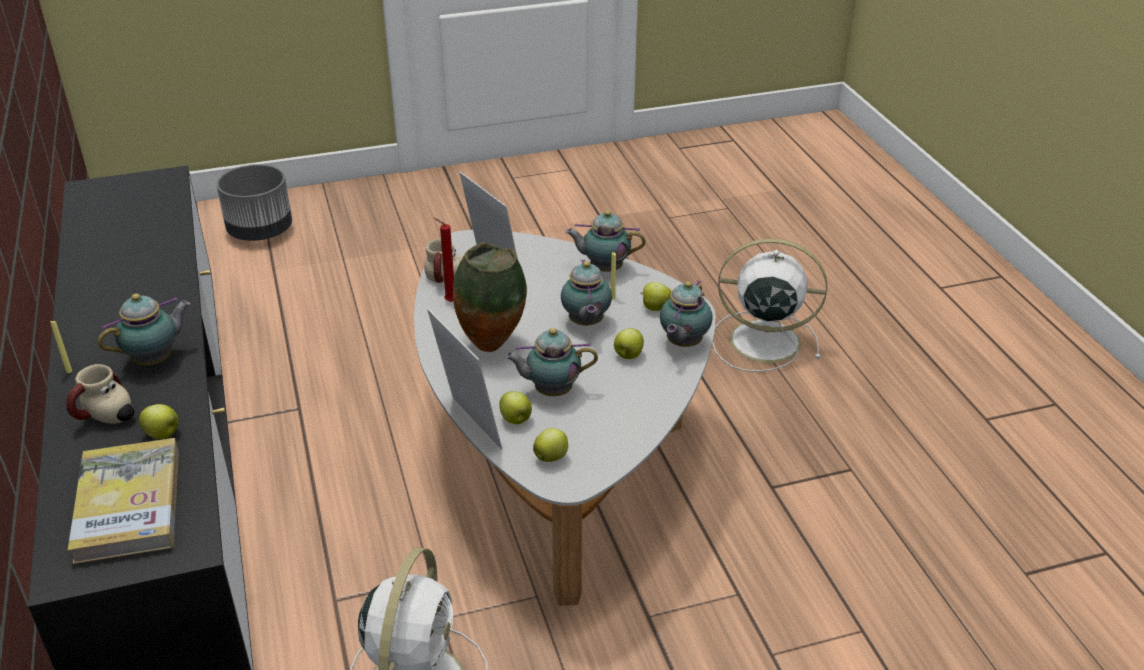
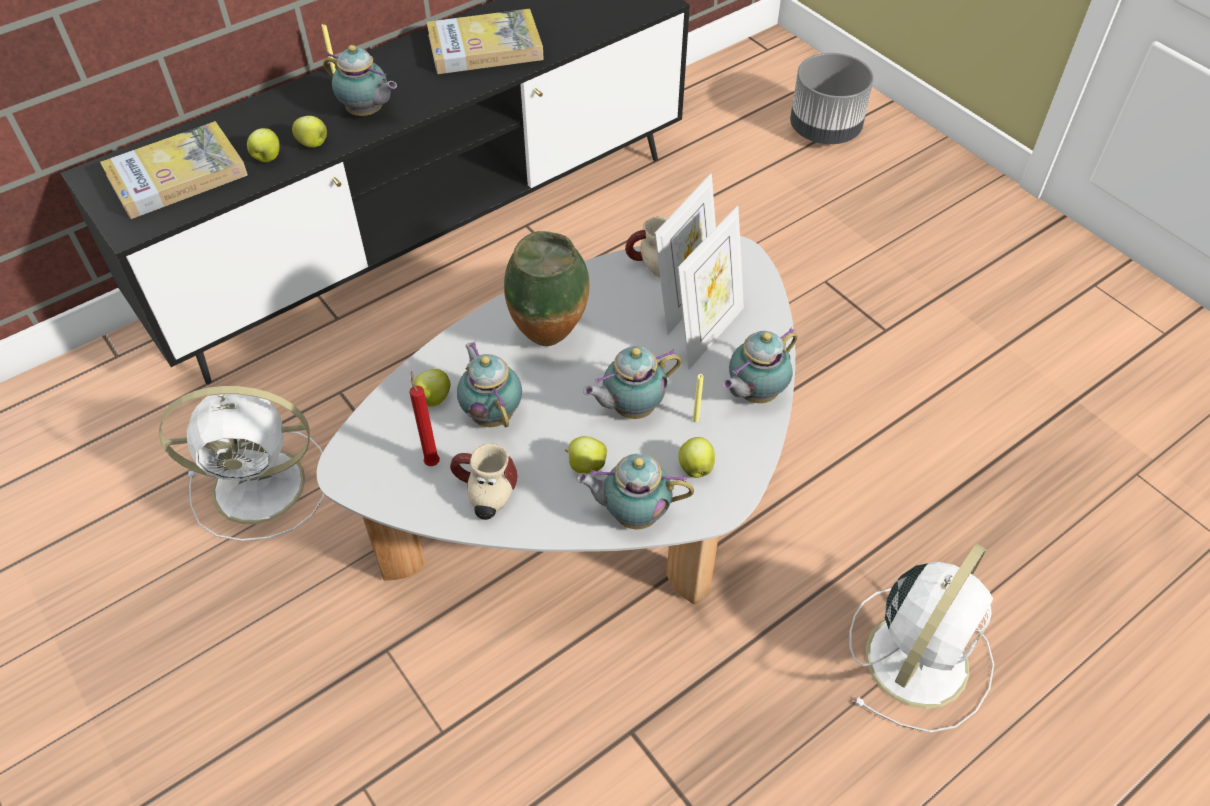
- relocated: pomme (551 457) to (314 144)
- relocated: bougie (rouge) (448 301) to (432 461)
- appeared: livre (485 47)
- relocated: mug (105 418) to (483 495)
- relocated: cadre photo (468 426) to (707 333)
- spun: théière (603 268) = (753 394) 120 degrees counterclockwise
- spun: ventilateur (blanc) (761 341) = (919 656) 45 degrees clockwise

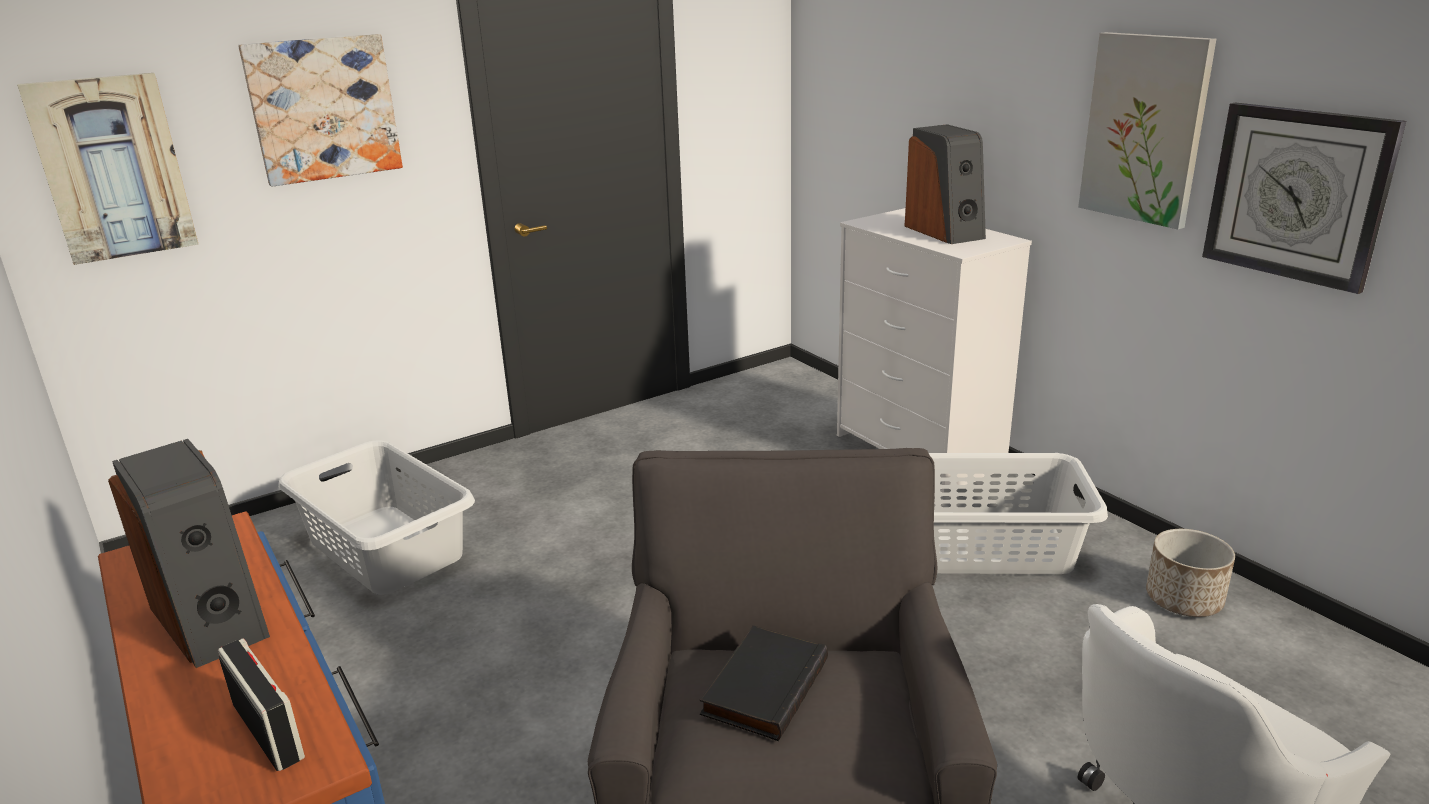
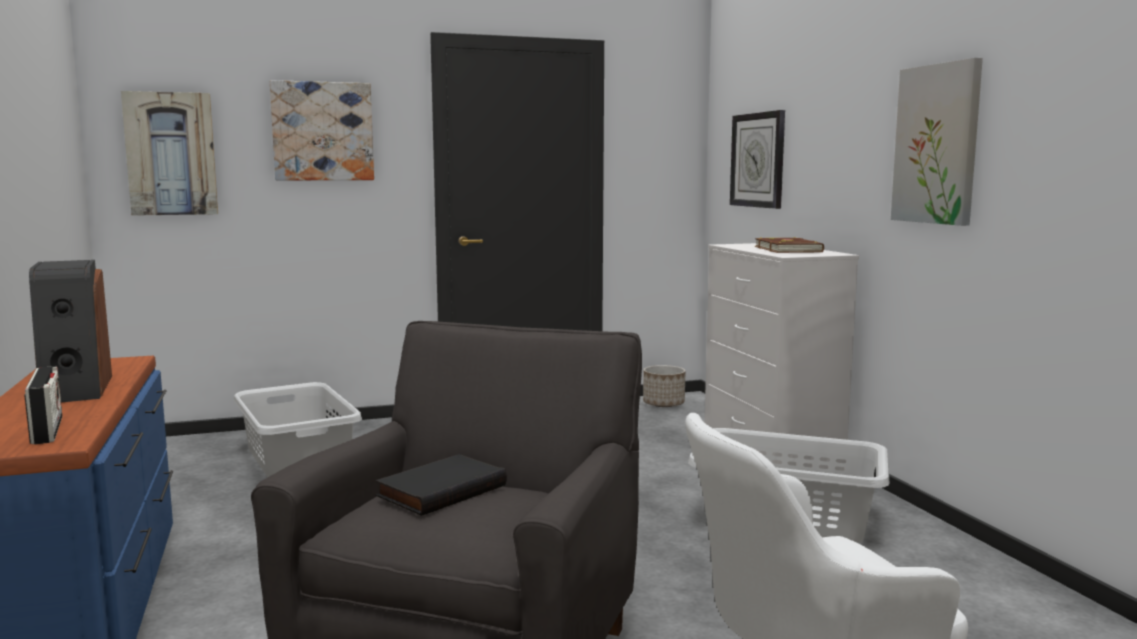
- relocated: cache-pot (1184 599) to (664 404)
- relocated: horloge murale (1297 194) to (758 160)
- exchanged: enceinte (945 232) to livre (marron) (789 249)

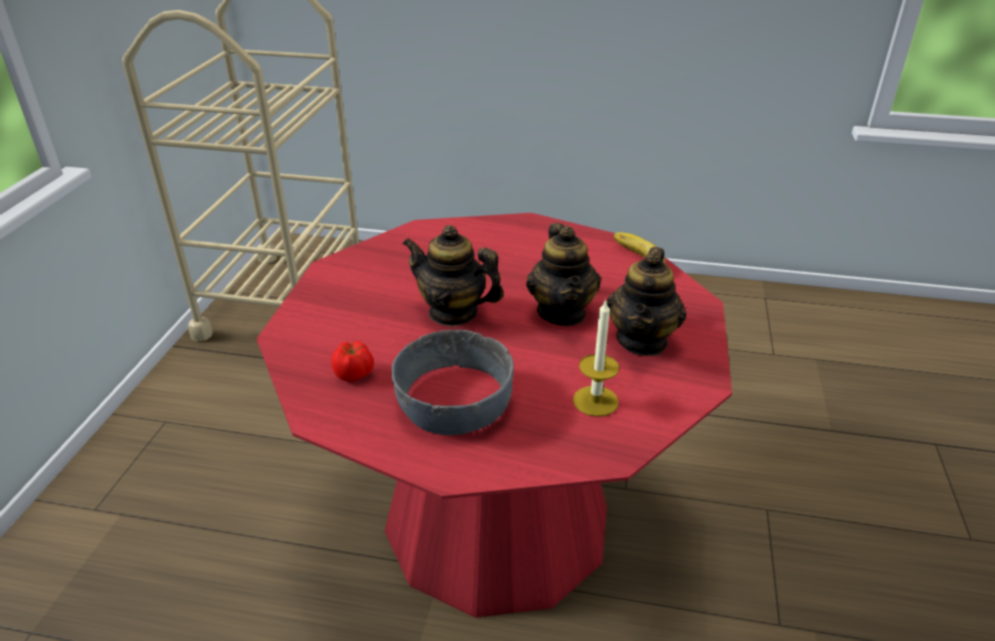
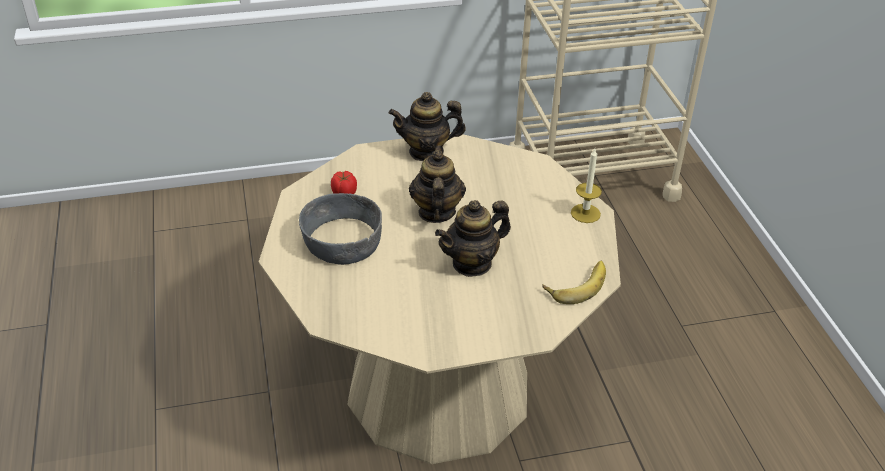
- colour: table à manger (rouge) (497 519) to table à manger (beige) (438 388)
- relocated: théière (642 340) to (426 152)
- relocated: bougie (595 401) to (585 213)

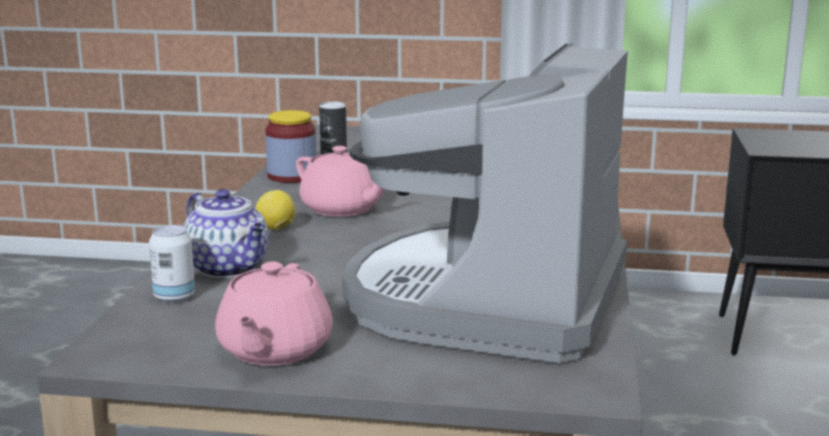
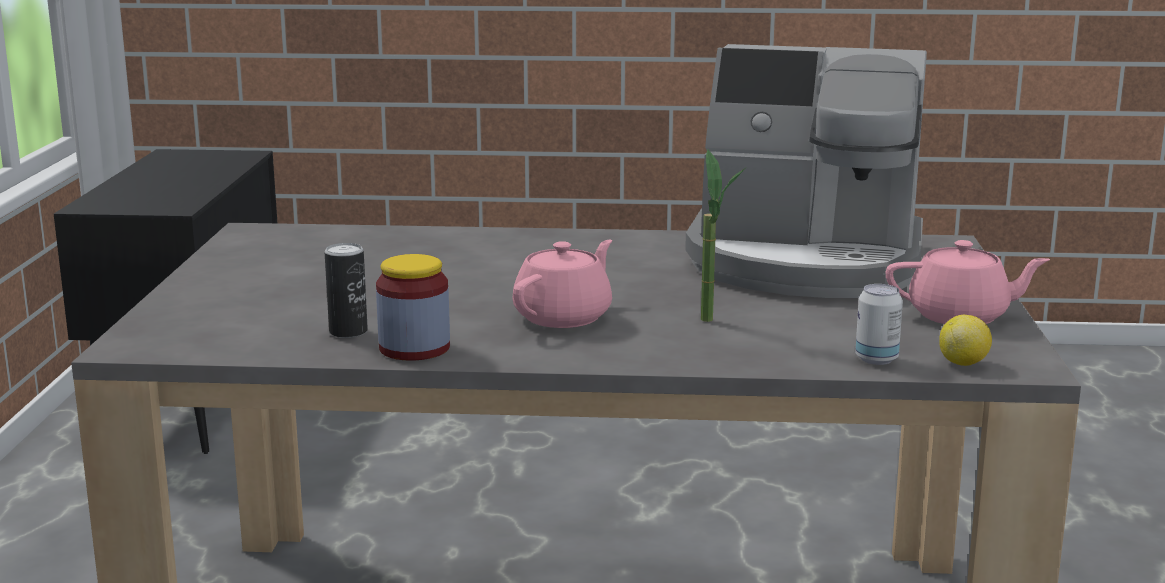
- appeared: plante en pot (715 323)
- relocated: citron (276 229) to (963 363)
- missing: théière (229 268)

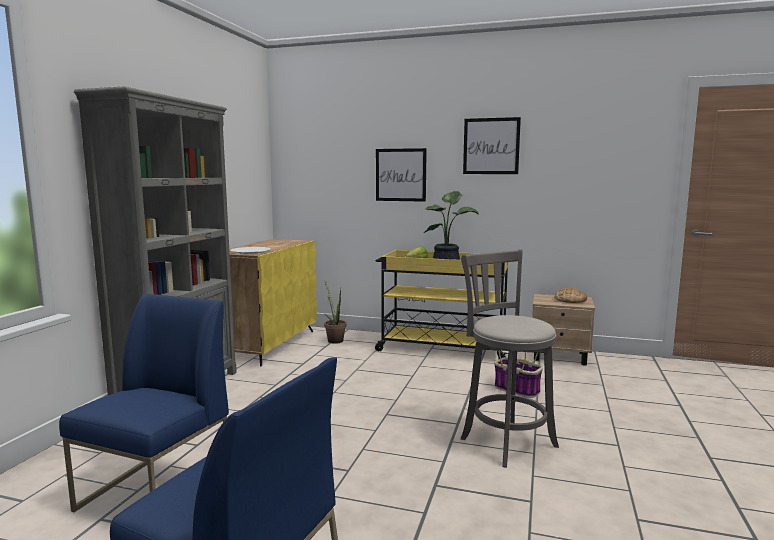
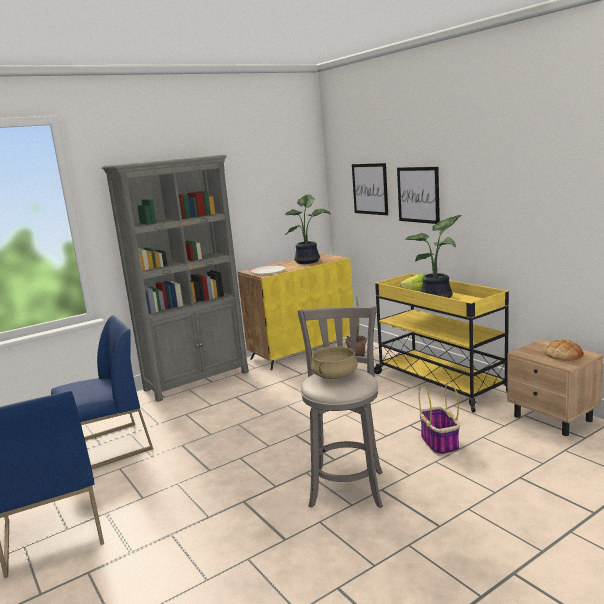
- appeared: plante en pot (309 261)
- appeared: marmite (beige) (334 376)
- relocated: tableau (491 146) to (370 189)

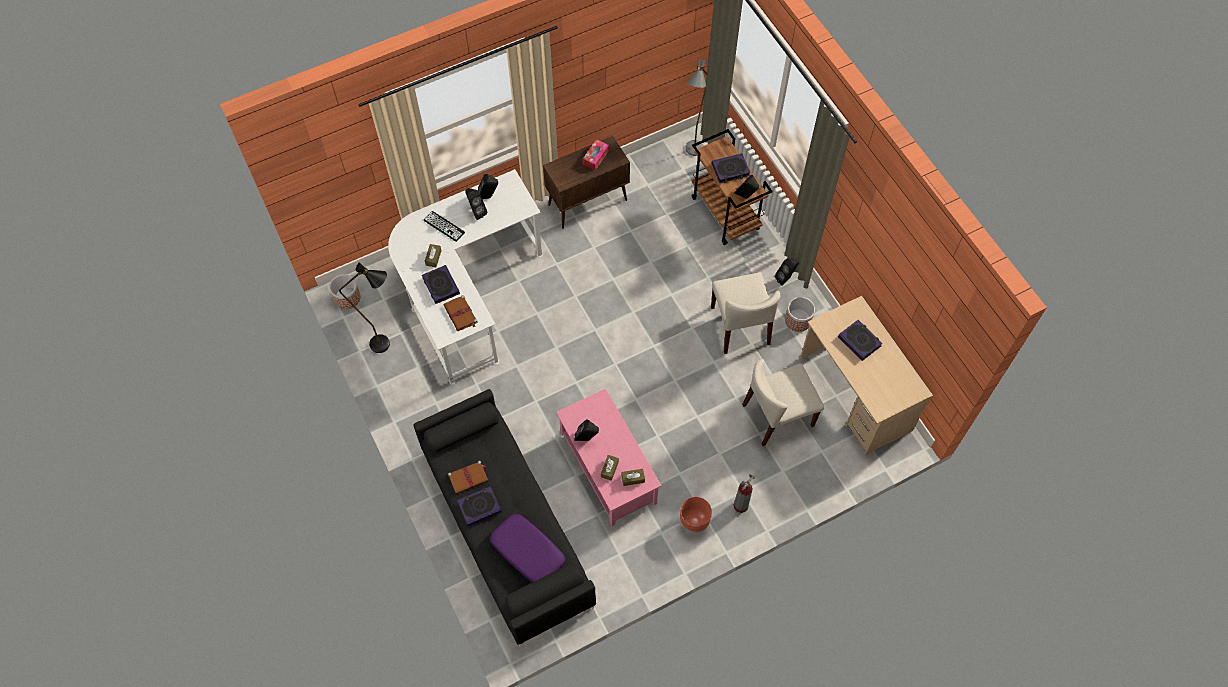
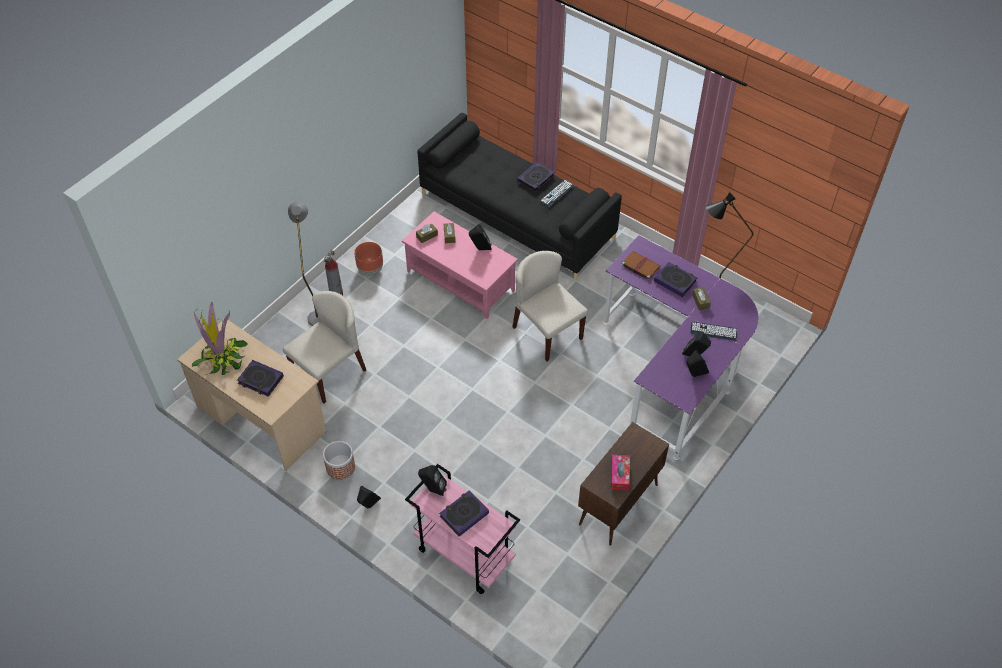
- appeared: plante en pot (223 358)
- relocated: lampadaire (gris) (693 154) to (316 313)
- colour: chariot (marron) (726 213) to chariot (rose) (463 554)
- relocated: chaise (beige) (740 326) to (547 332)
- exchanged: livre (marron) (469 478) to clavier (556 193)
- colour: bureau (blanc) (465 292) to bureau (violet) (675 368)
- missing: cache-pot (347 297)
- missing: coussin (violet) (527 552)

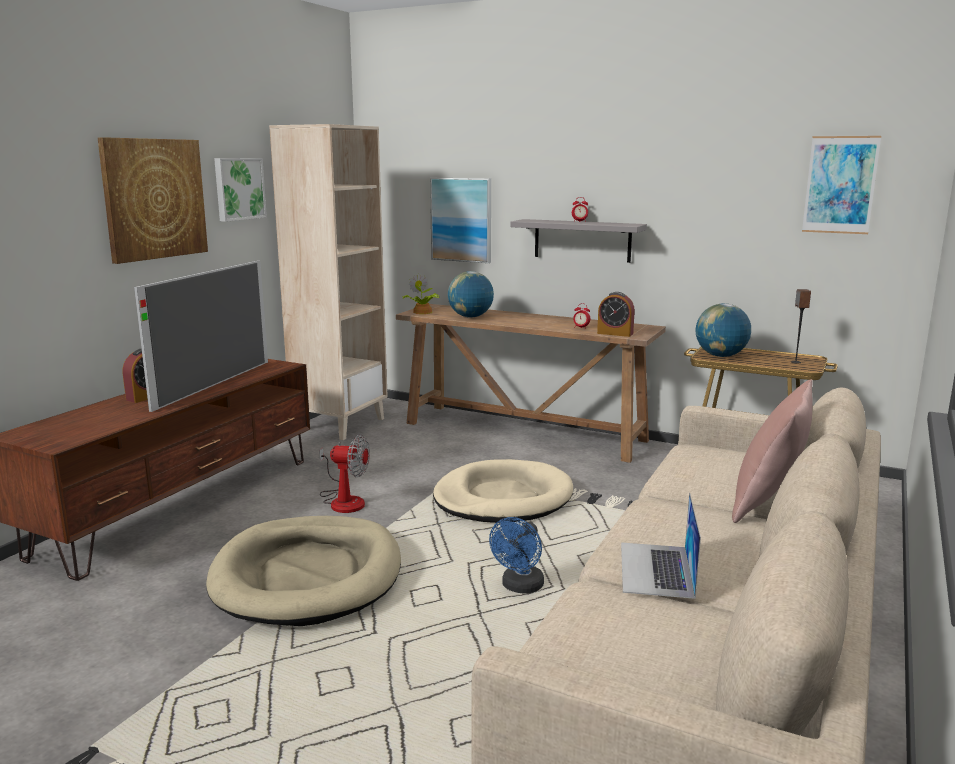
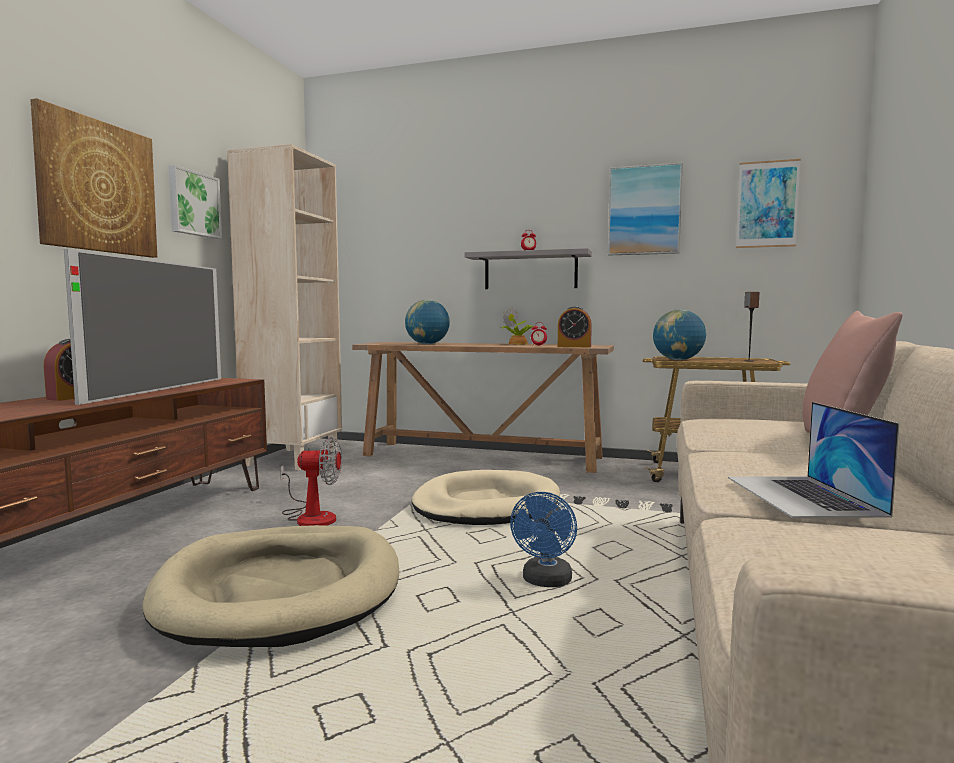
- relocated: plante en pot (422 312) to (518 344)
- relocated: tableau (461 219) to (644 210)

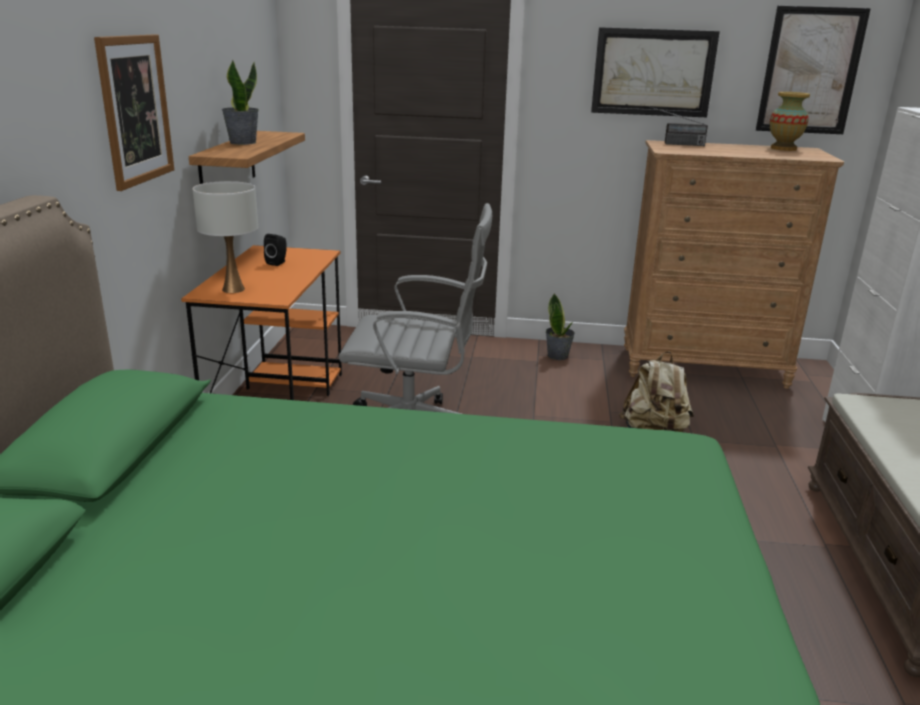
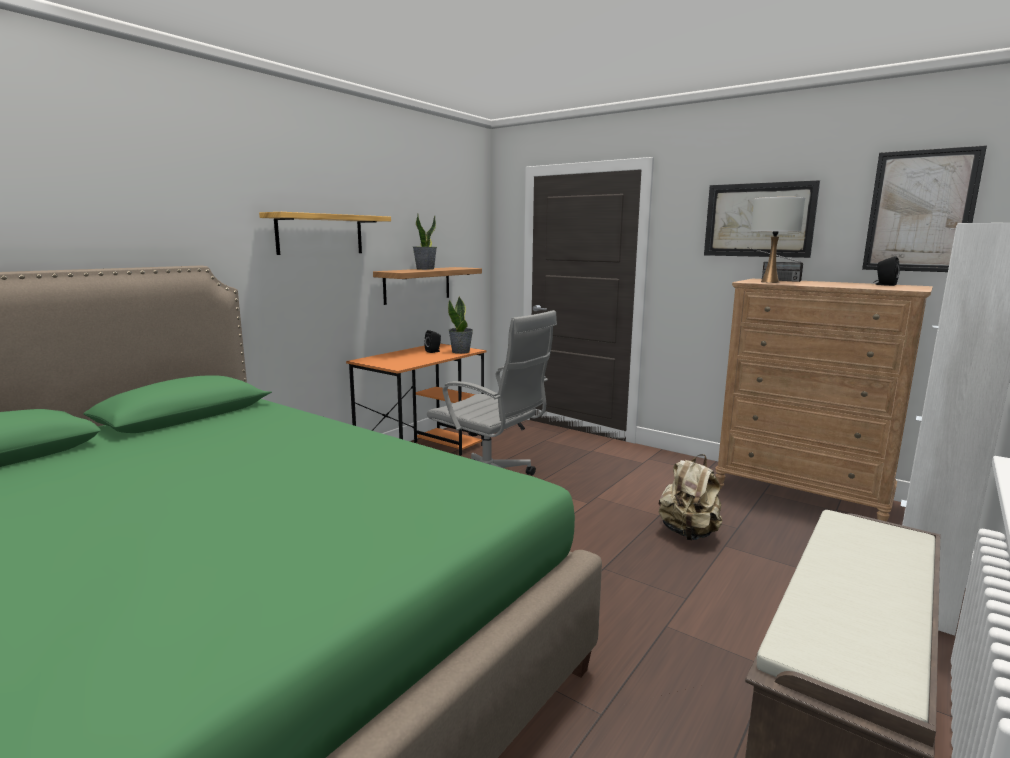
- exchanged: tableau (135 110) to étagère (320 234)
- relocated: plante en pot (558 356) to (461 352)
- relocated: lampe de table (blanc) (233 289) to (769 282)
- exchanged: vase (783 149) to enceinte (noir) (884 285)

